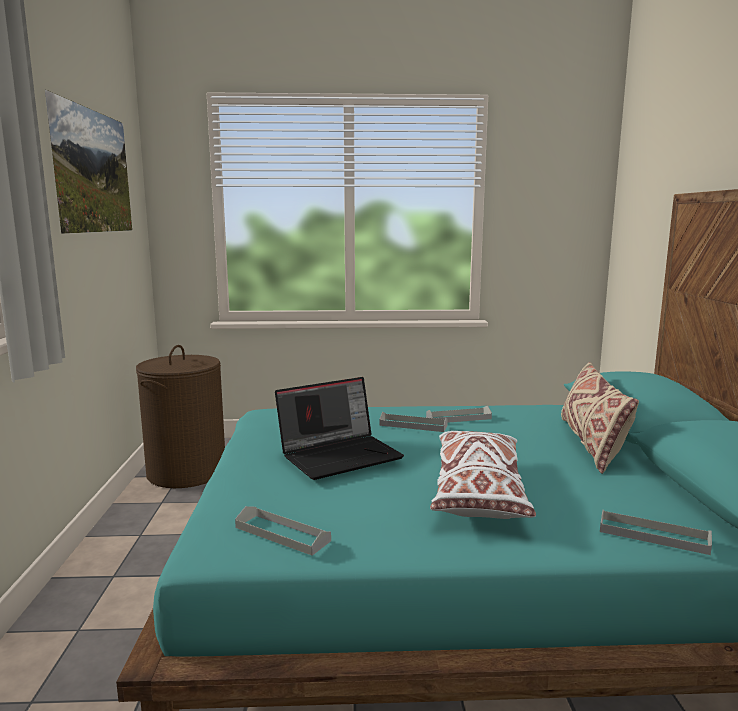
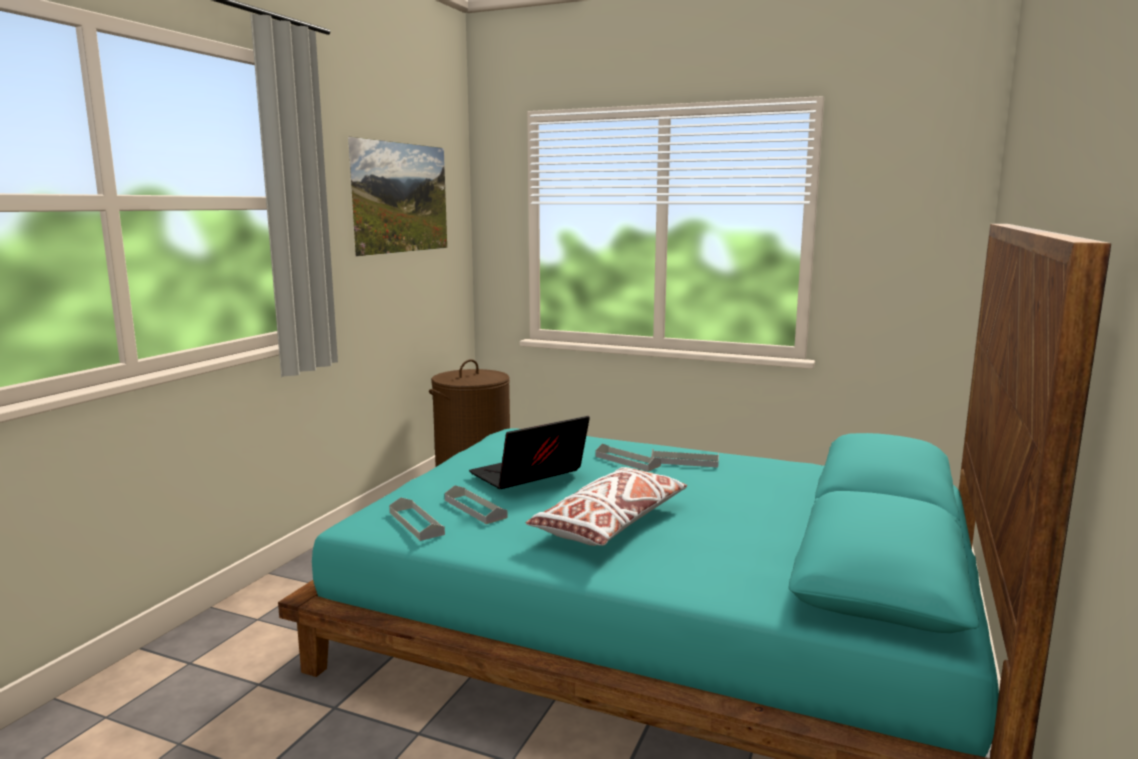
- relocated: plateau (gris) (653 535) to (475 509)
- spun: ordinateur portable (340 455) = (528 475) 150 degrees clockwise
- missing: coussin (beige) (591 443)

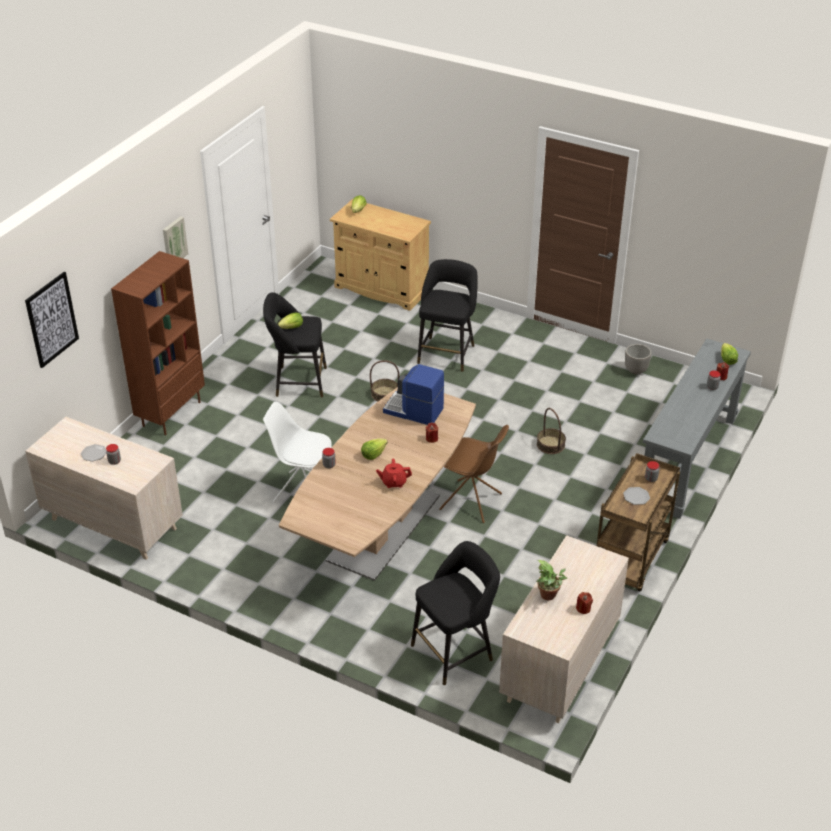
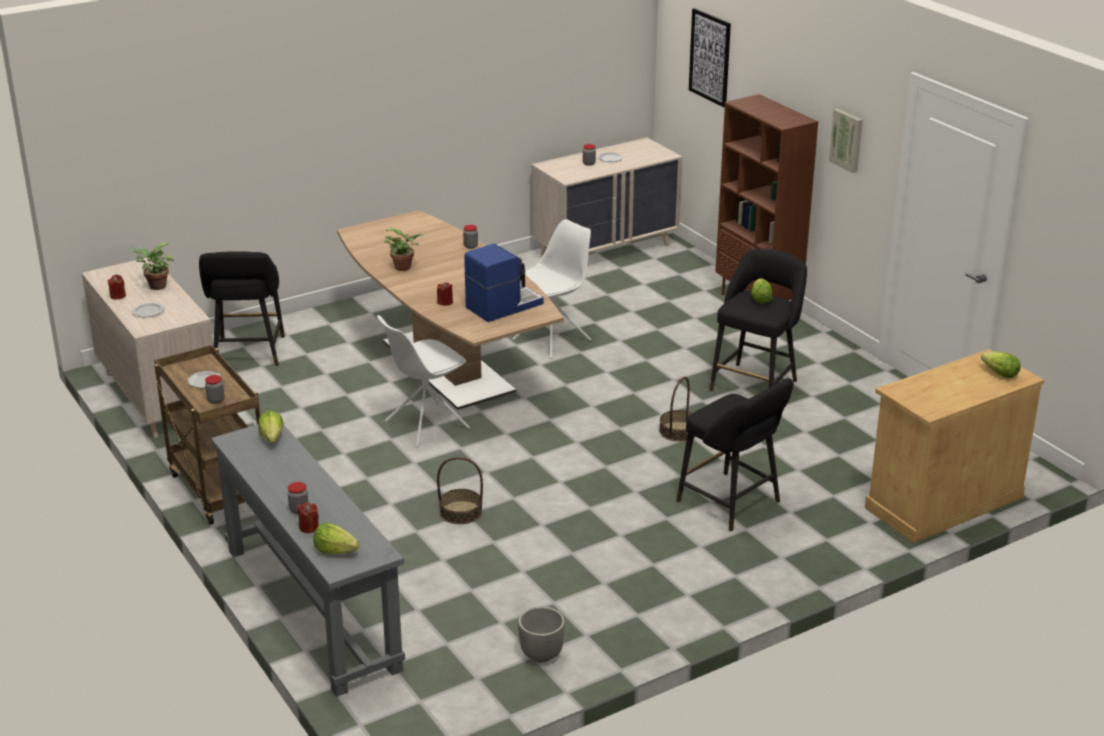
- appeared: assiette (147 311)
- relocated: laitue (373 454) to (272 438)
- colour: chaise (marron) (472 502) to chaise (blanc) (425 425)
- exchanged: théière (rouge) (394 482) to plante en pot (405 267)

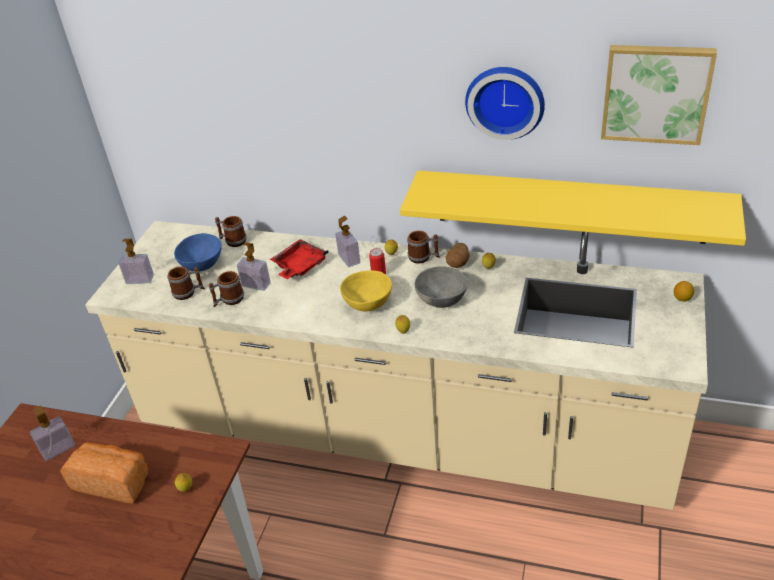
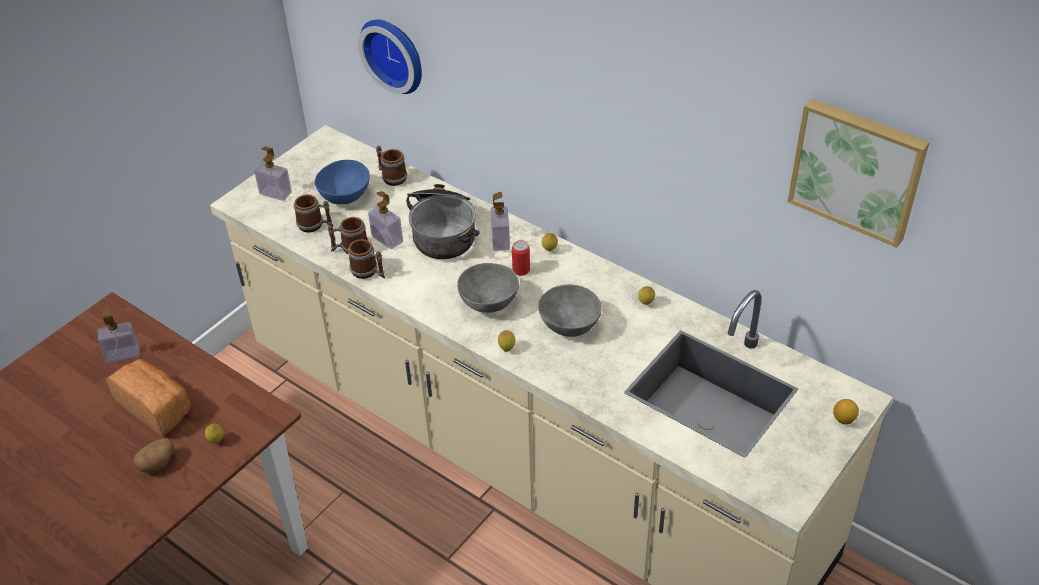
- relocated: pomme de terre (458 263) to (157 463)
- relocated: mug (423 257) to (368 272)
- relocated: horloge murale (505 100) to (395 53)
- exchanged: plateau (rouge) (299 266) to marmite (443 231)
- colour: bol (jaune) (367 304) to bol (gris) (487 303)
- missing: étagère (jaune) (569 206)

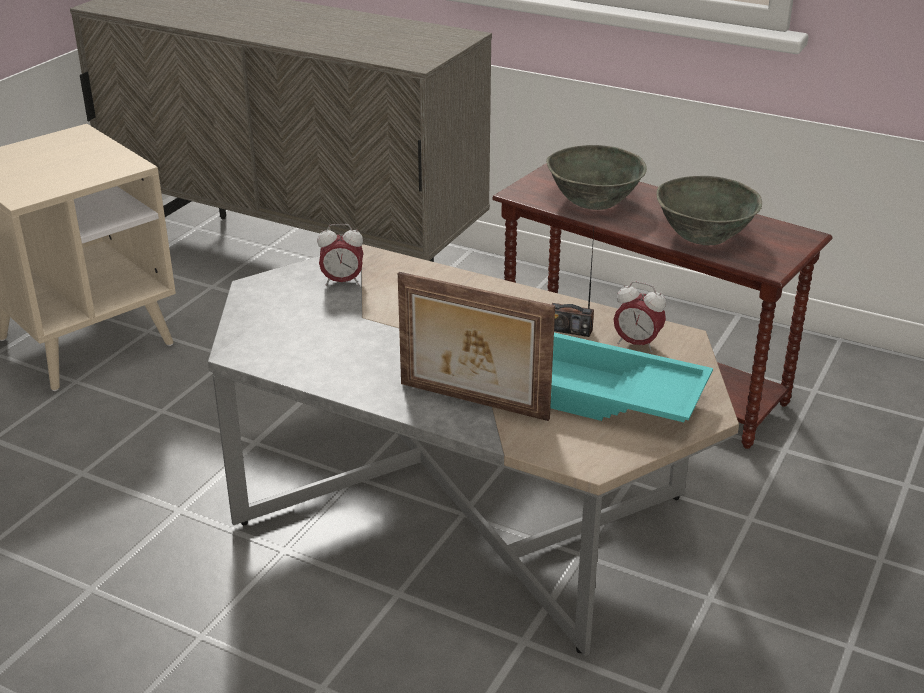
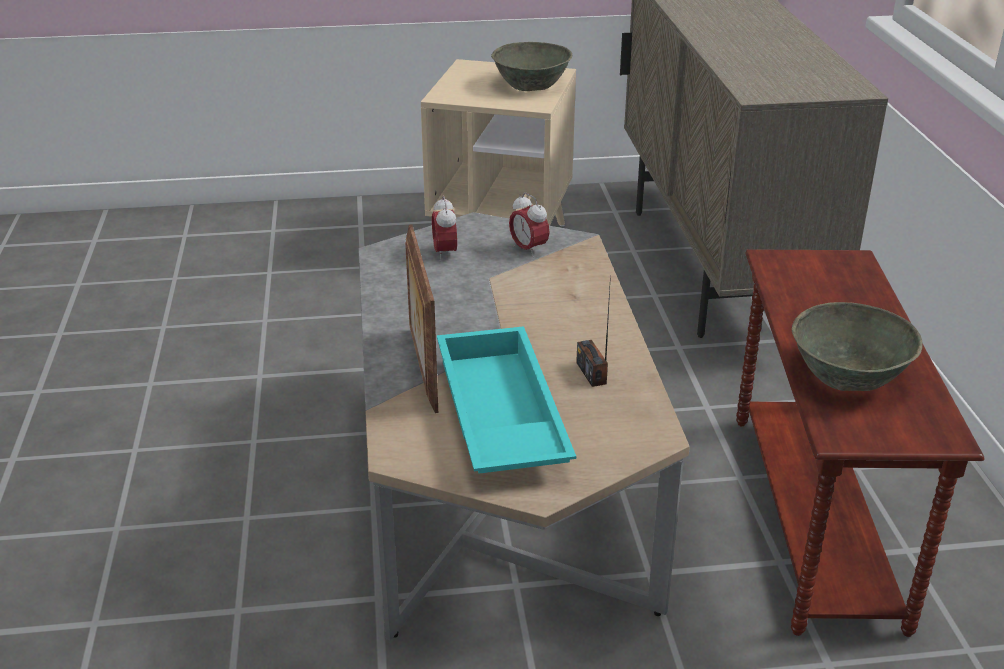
- relocated: réveil (637 344) to (445 253)
- relocated: bol (gris) (592 200) to (530 85)

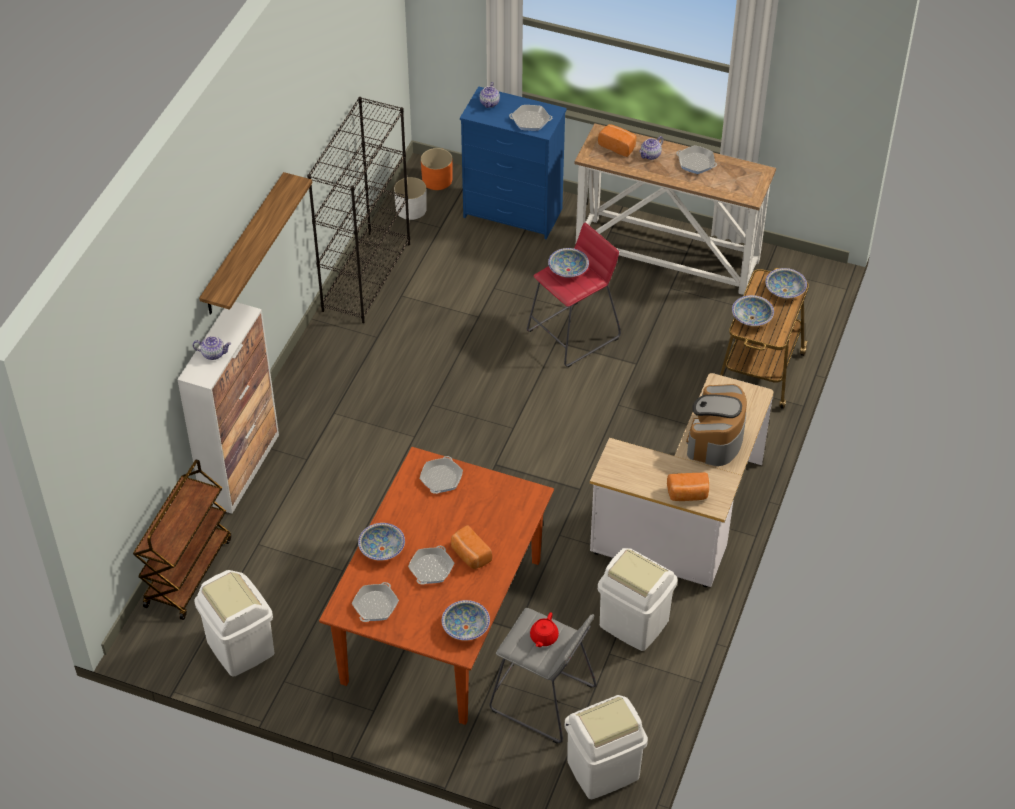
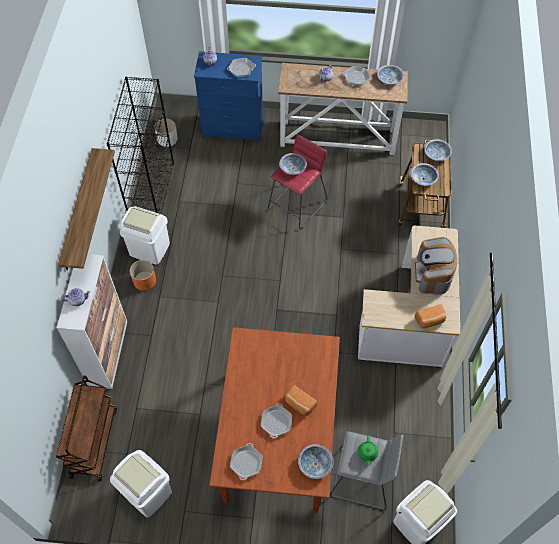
- relocated: poubelle (blanc) (633 623) to (149 249)
- relocated: cache-pot (orange) (437 180) to (144 280)
- colour: théière (rouge) (543 637) to théière (vert) (367 453)
- relocated: bol (381 548) to (389 79)
- missing: poêle (441 478)
- missing: pain (618 146)

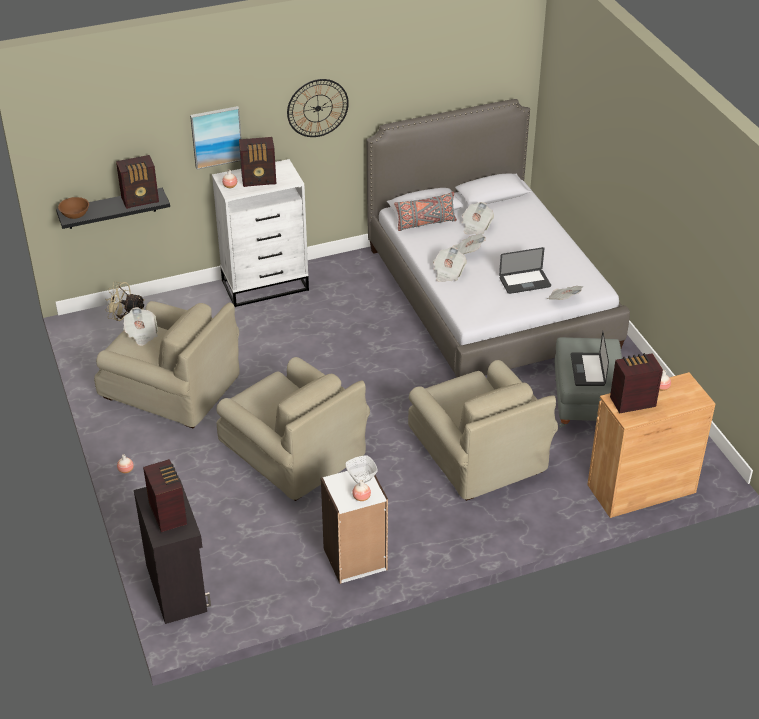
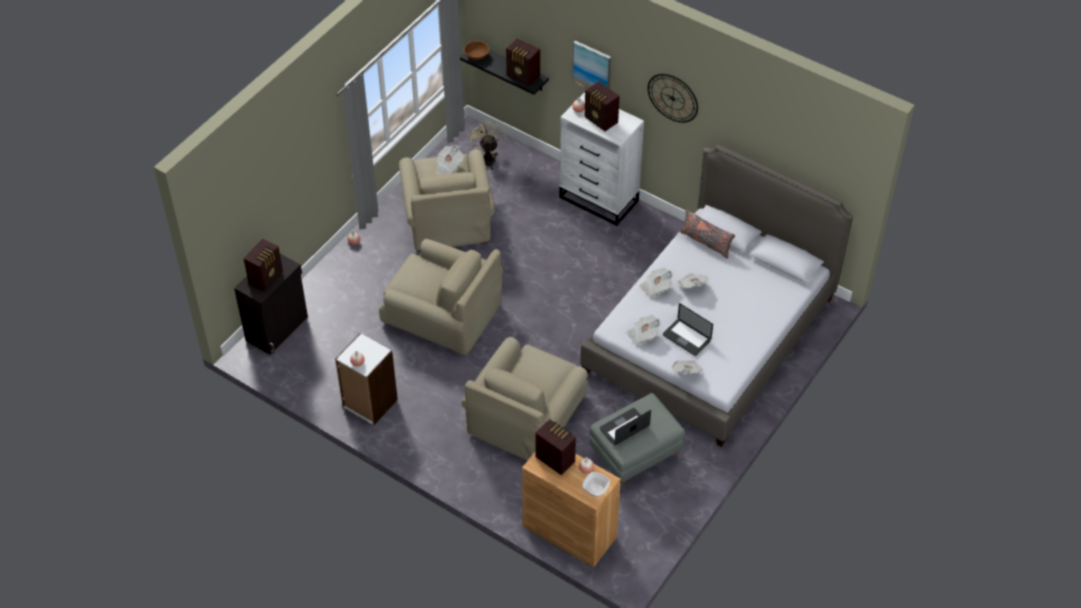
- spun: fauteuil (beige) (292 450) = (442 314) 75 degrees counterclockwise
- relocated: bol (361 477) to (595 490)
- relocated: journal (476 226) to (643 335)

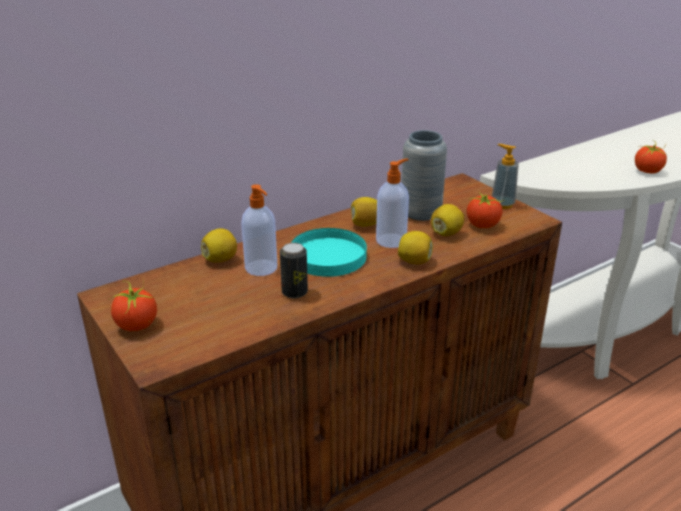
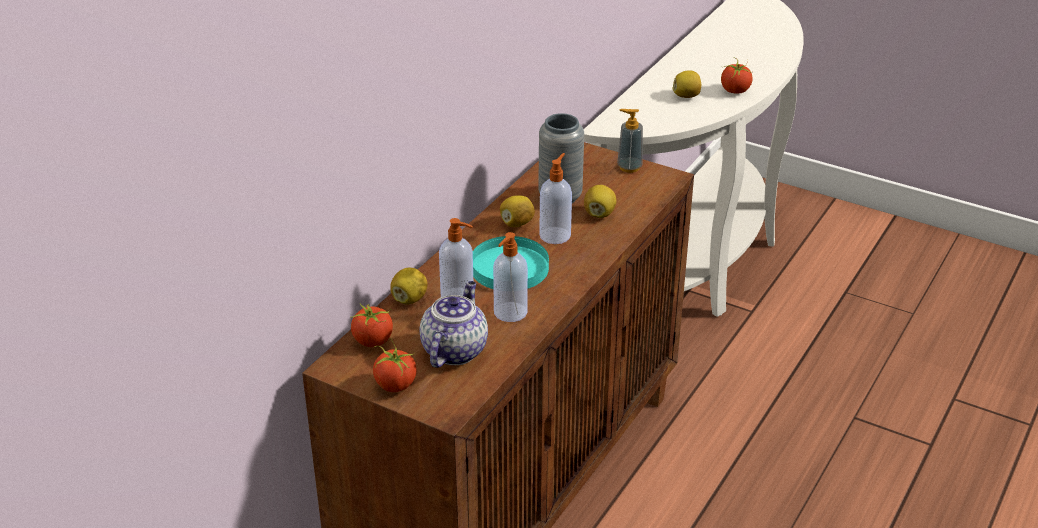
- relocated: tomate (483 225) to (373 341)
- appeared: théière (454 350)
- exchanged: boîte métallique (294 292) to distributeur de savon (509 313)
- relocated: citron (414 261) to (686 96)

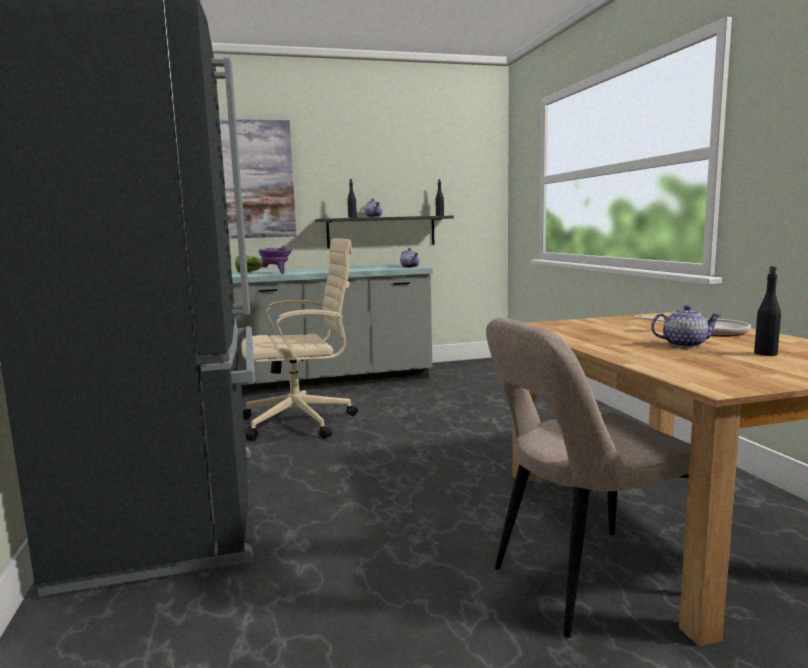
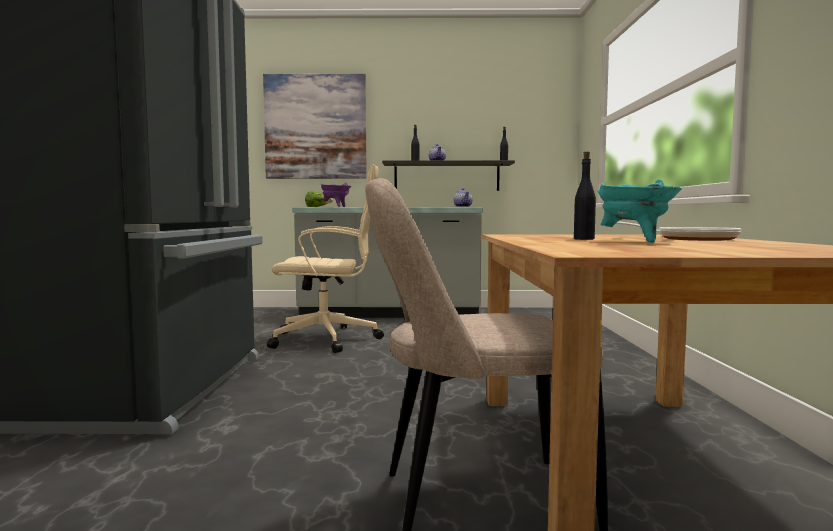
- relocated: bouteille (noir) (765 353) to (584 239)
- exchanged: théière (684 344) to marmite (turquoise) (635 241)

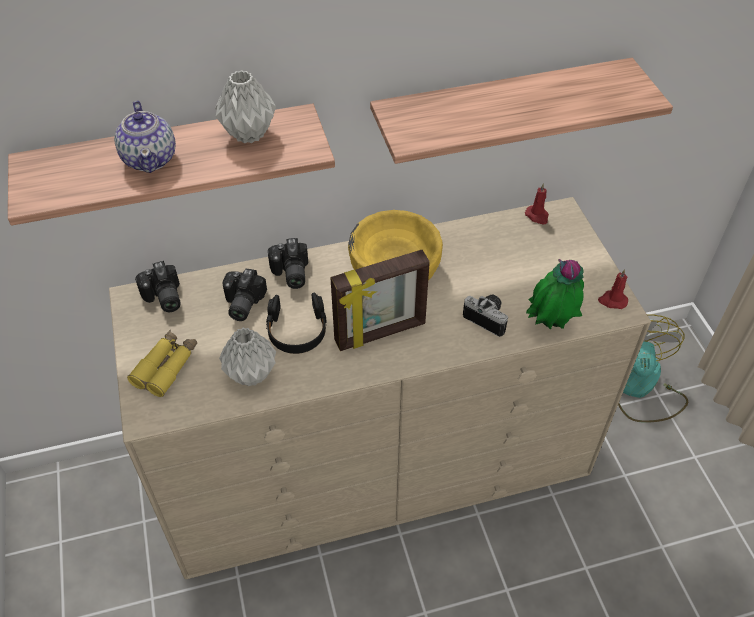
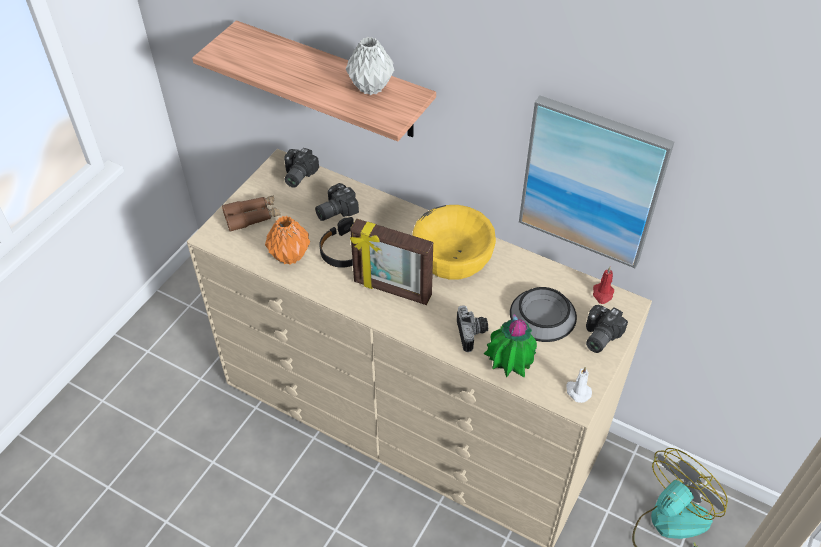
- colour: jumelles (jaune) (166 367) to jumelles (marron) (252 217)
- colour: vase (gris) (250 375) to vase (orange) (289 256)
- appeared: bol (543 315)
- exchanged: étagère (500 111) to tableau (591 182)
- colour: bougie (rouge) (612 301) to bougie (blanc) (577 391)
- relocated: appareil photo (289 274) to (598 336)
- missing: théière (150 158)

